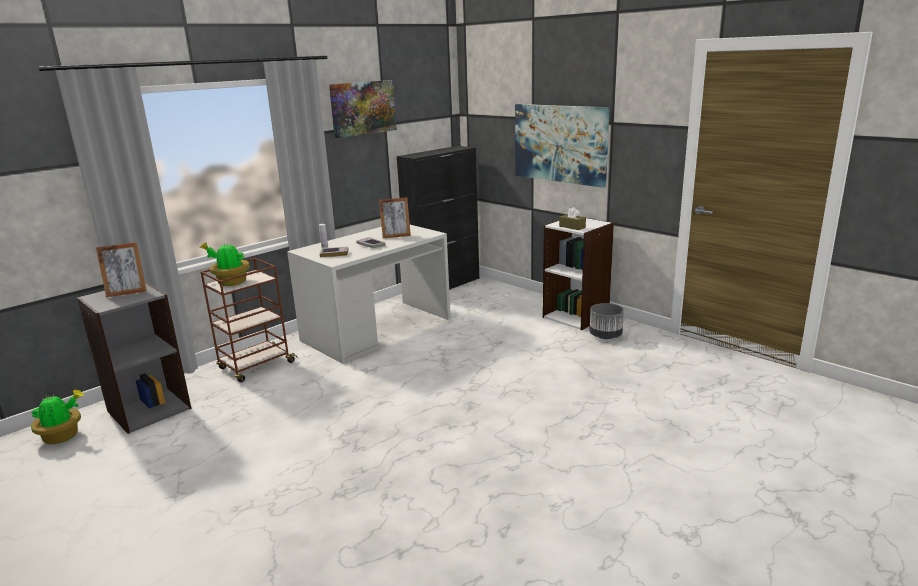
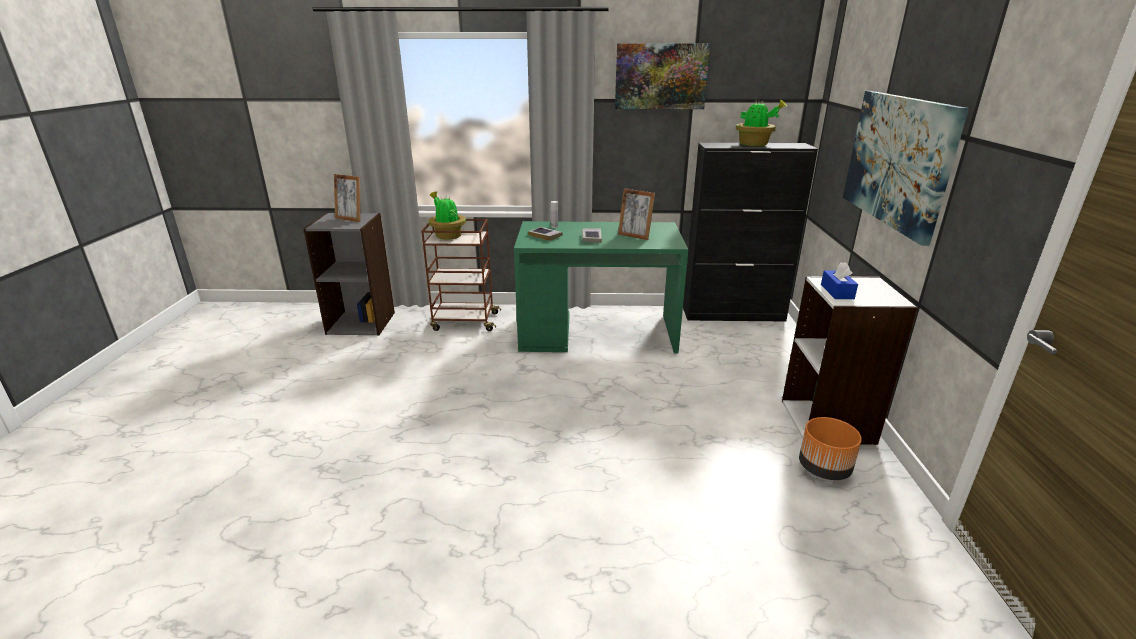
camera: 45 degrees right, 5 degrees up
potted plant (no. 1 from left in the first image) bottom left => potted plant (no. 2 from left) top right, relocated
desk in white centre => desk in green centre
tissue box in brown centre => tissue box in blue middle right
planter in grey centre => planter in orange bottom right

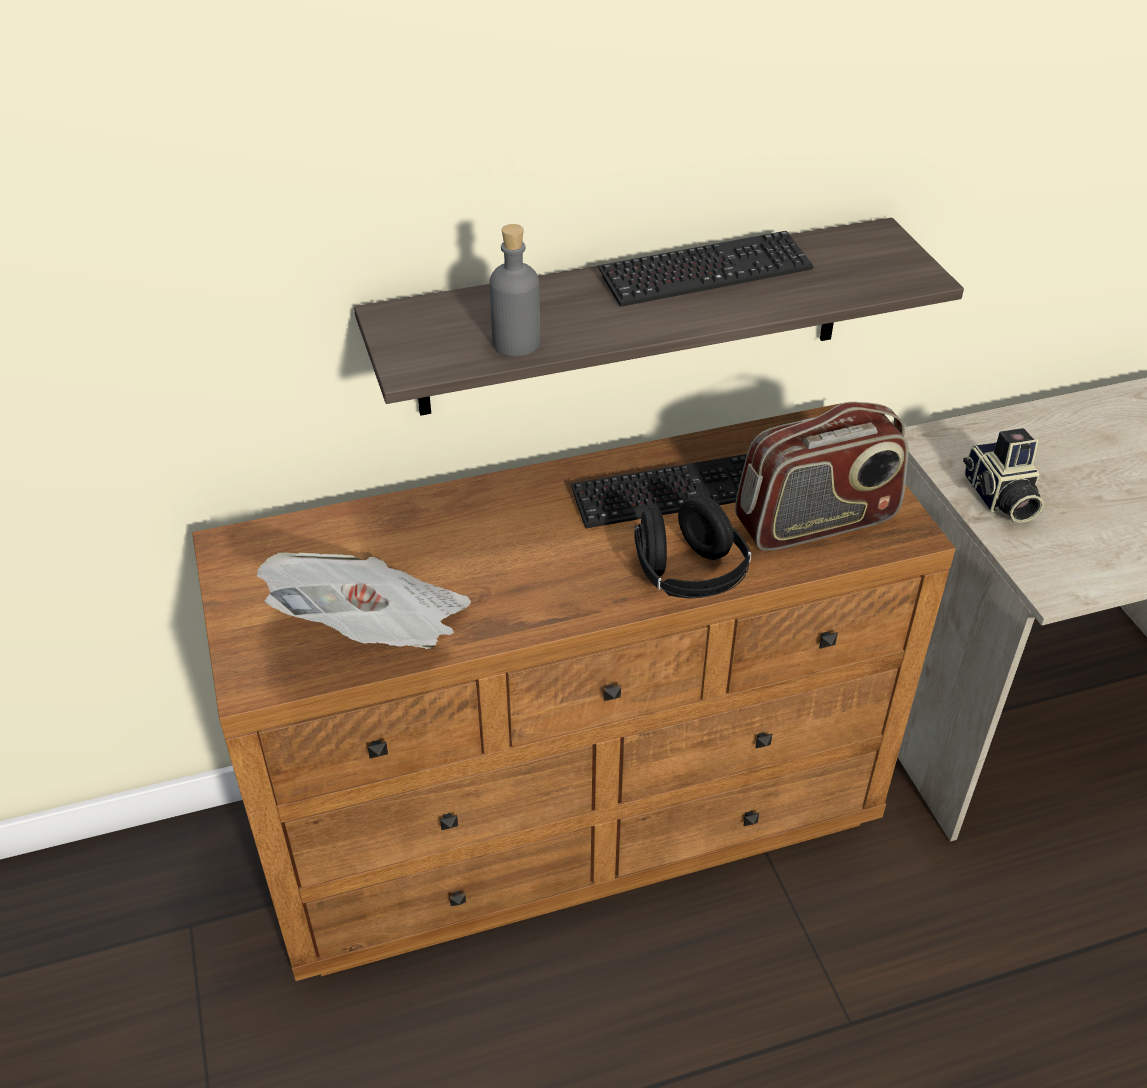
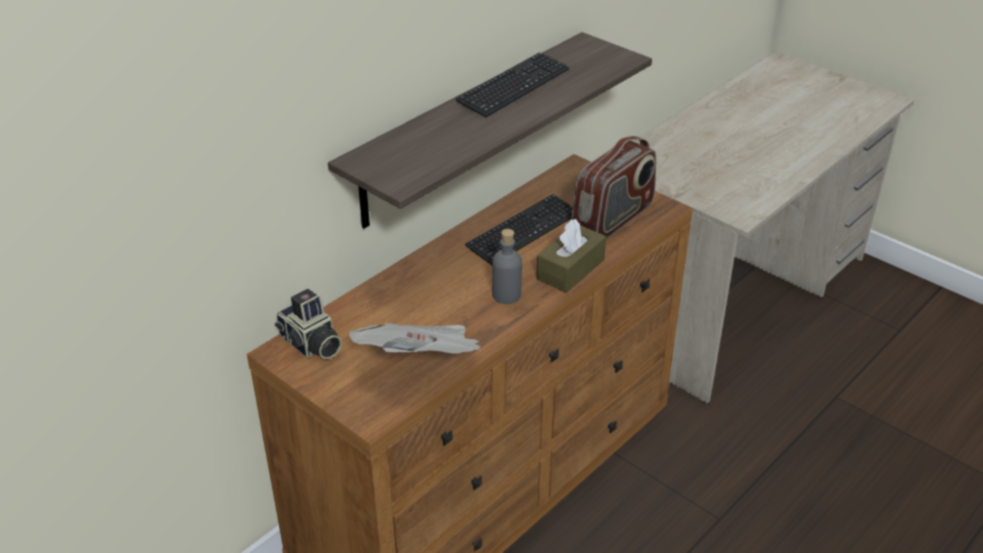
camera: 30 degrees left, 5 degrees down
bottle in grey top centre => bottle in grey centre, relocated
headphones in black centre => tissue box in brown centre
photo camera middle right => photo camera middle left, relocated

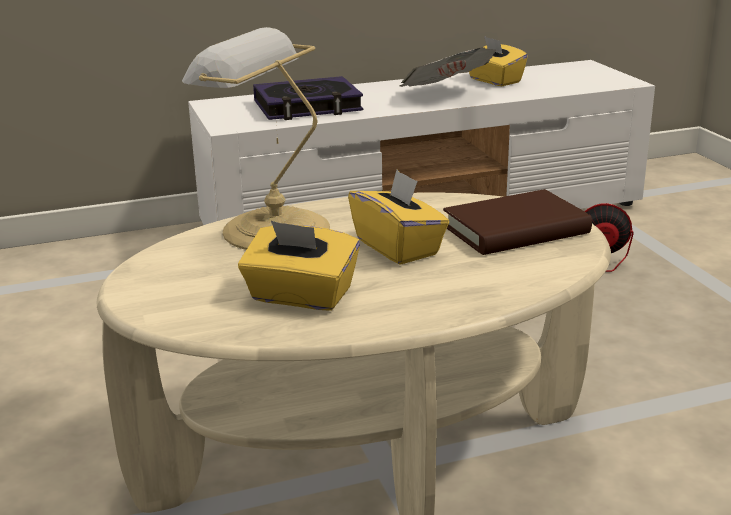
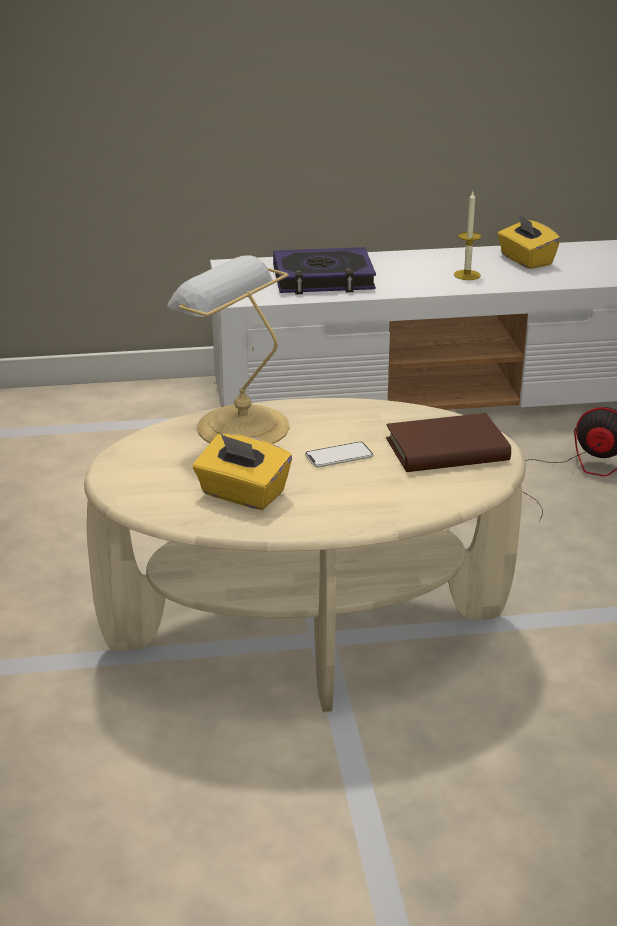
camera: 10 degrees right, 5 degrees up
tissue box in yellow (no. 2 from left) centre => phone centre
newspaper top centre => candle top right

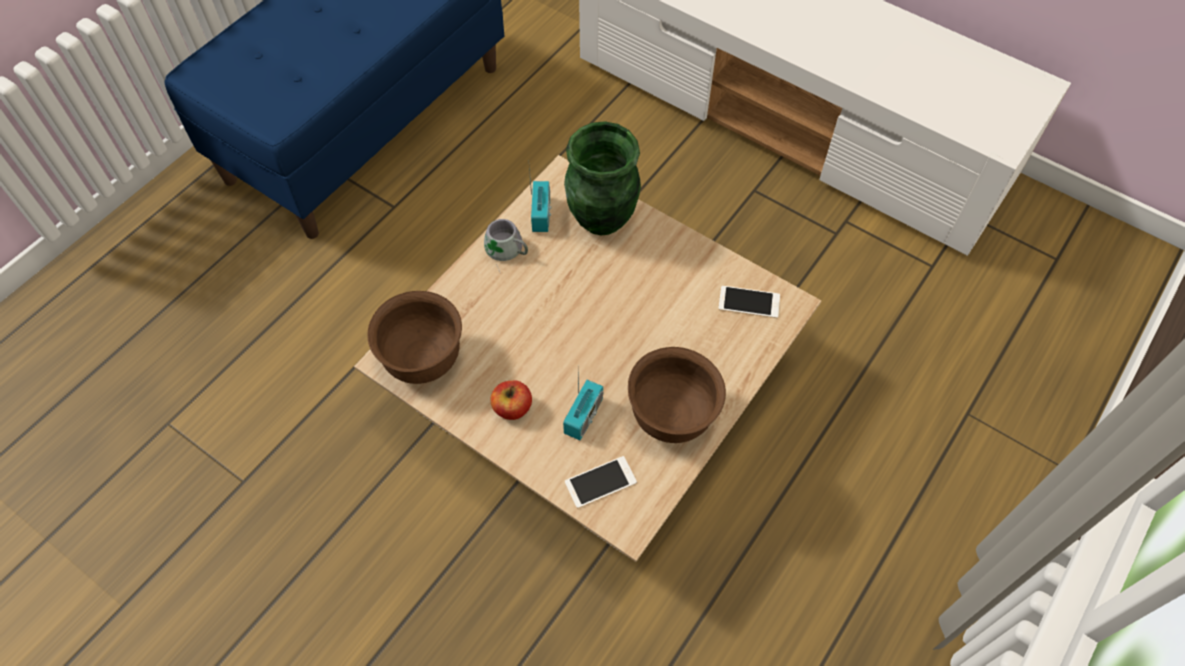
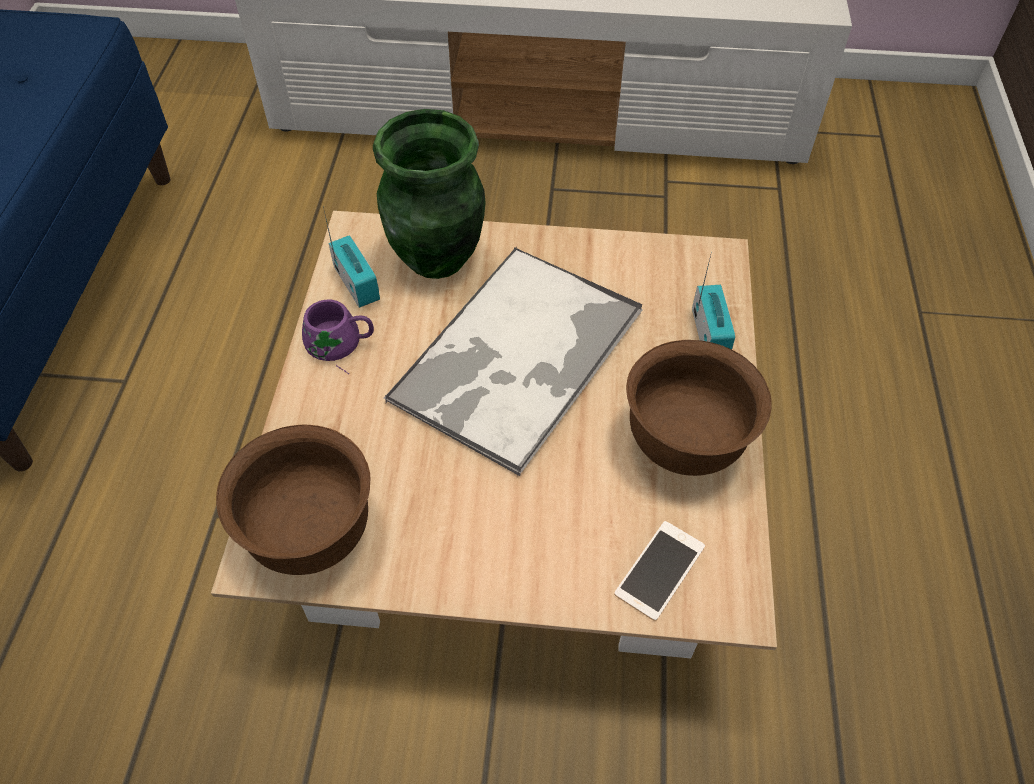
camera: 30 degrees left, 5 degrees down
mug in grey centre => mug in purple middle left
apple centre => nothing
radio (no. 2 from left) centre => radio (no. 2 from left) middle right, relocated
phone (no. 2 from left) centre => nothing
nothing => tray centre

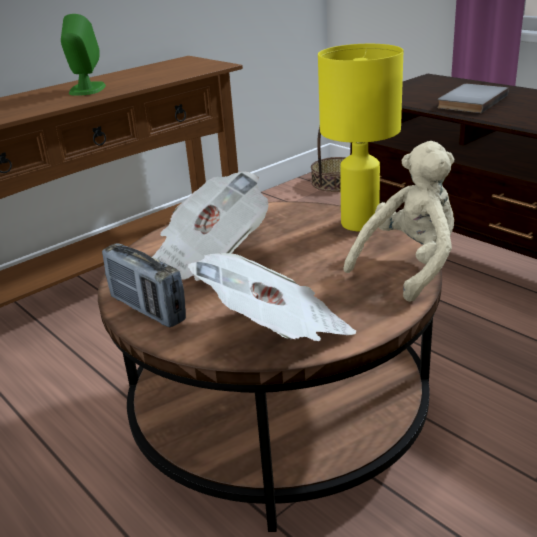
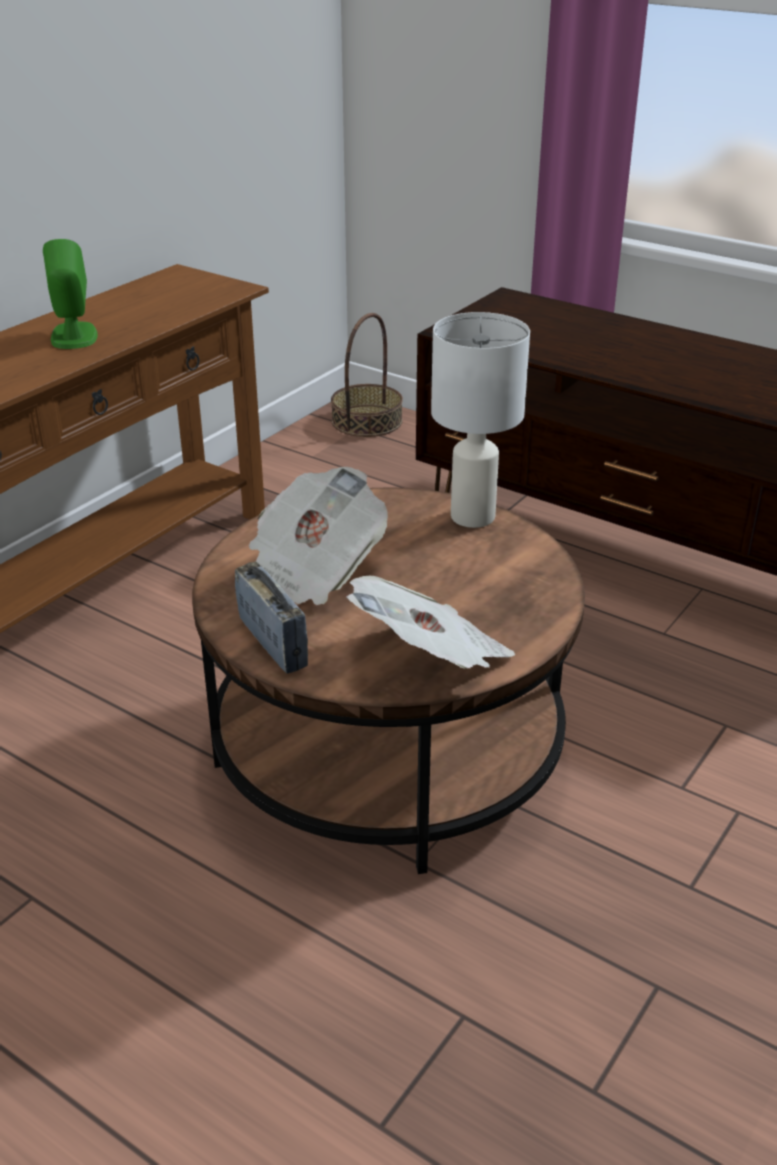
camera: 15 degrees left, 5 degrees up
radio middle left => radio centre, 150 degrees counterclockwise
table lamp in yellow top right => table lamp in white centre
plush toy in beige middle right => nothing
book in grey top right => nothing

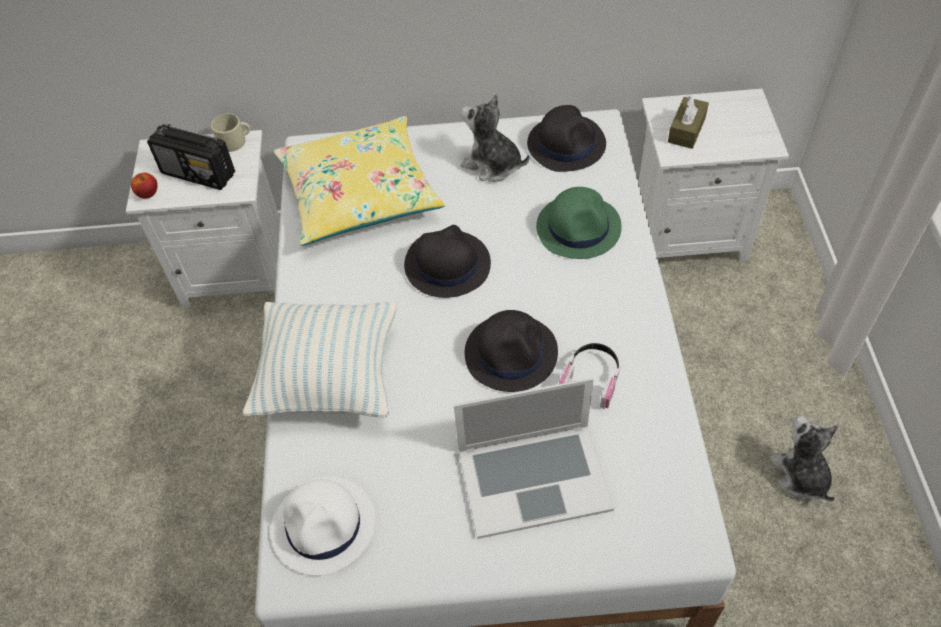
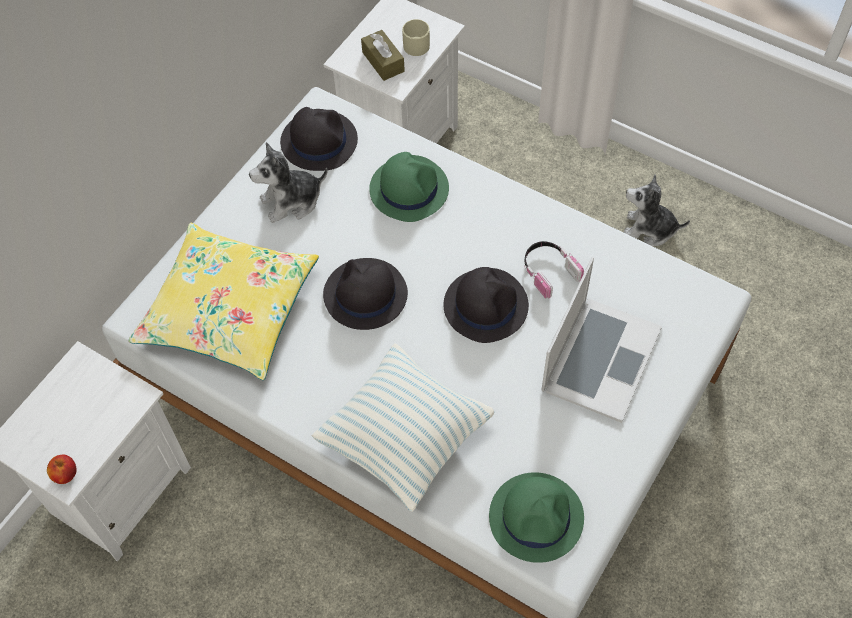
camera: 55 degrees left, 5 degrees up
radio top left => nothing
mug in beige top left => mug in beige top centre, relocated
hat in white bottom centre => hat in green (no. 2 from left) bottom centre

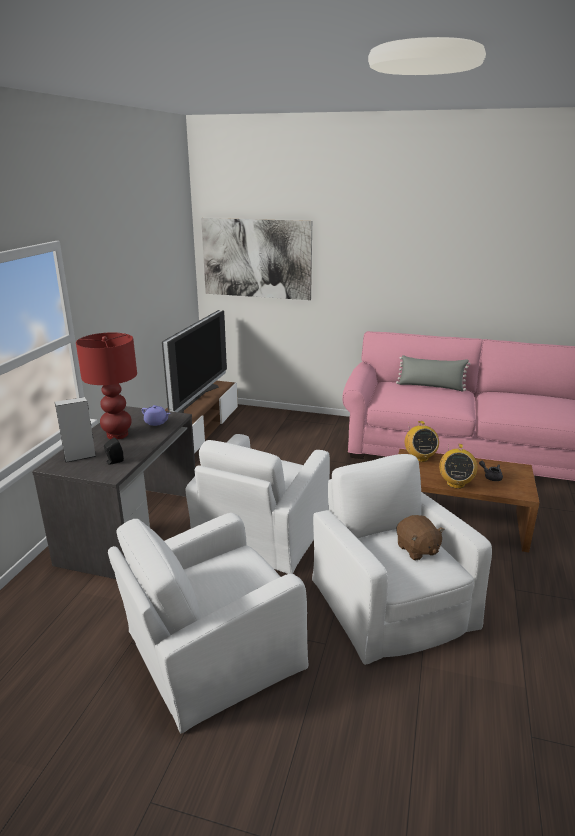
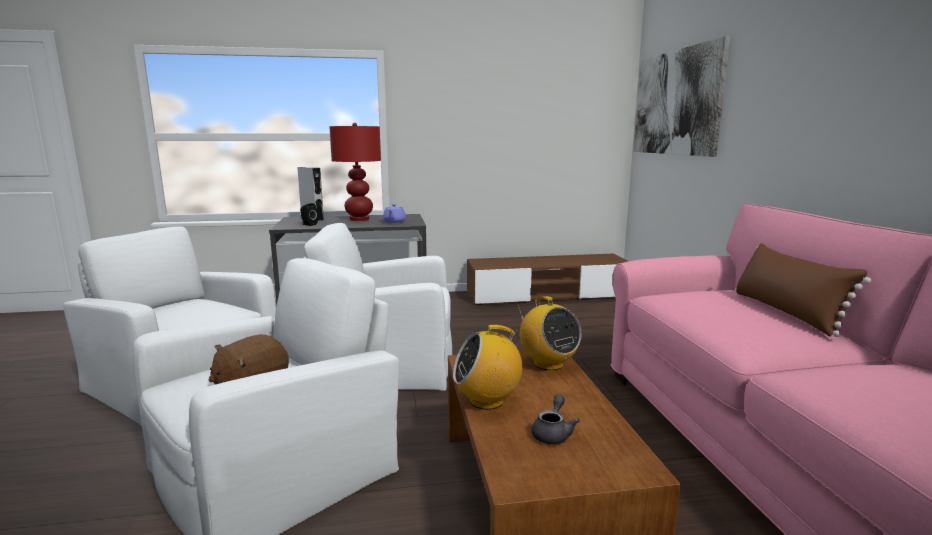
camera: 65 degrees right, 10 degrees down
television centre => nothing
pillow in grey middle right => pillow in brown middle right
radio (no. 1 from left in the first image) middle right => radio (no. 2 from left) centre, 90 degrees counterclockwise

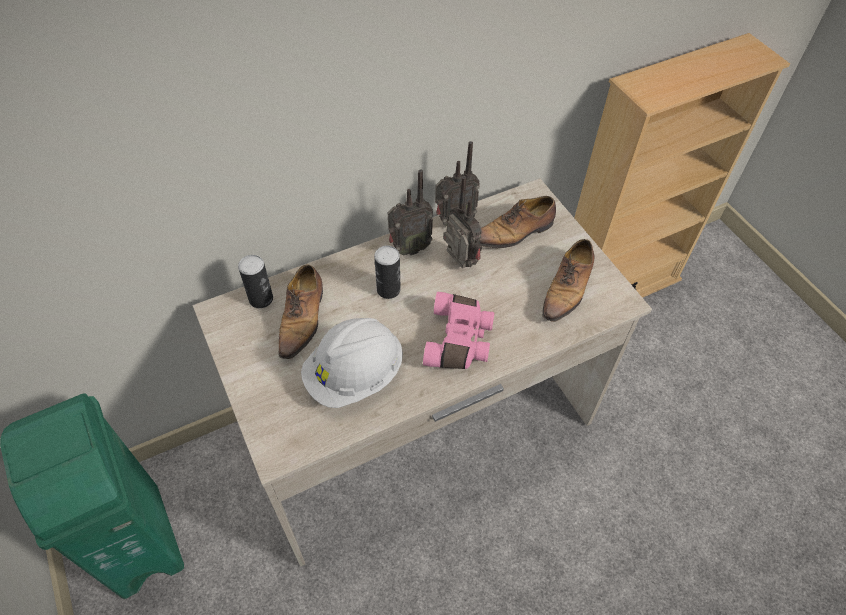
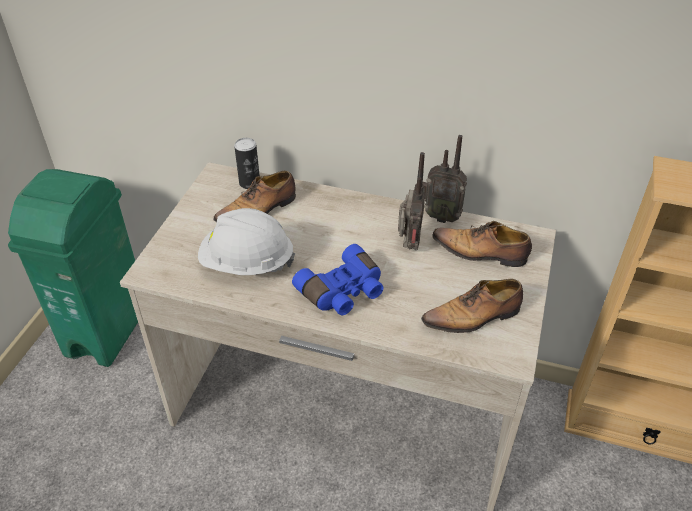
camera: 45 degrees right, 10 degrees down
can (no. 2 from left) centre => nothing
radio (no. 1 from left) centre => nothing
binoculars in pink centre => binoculars in blue centre

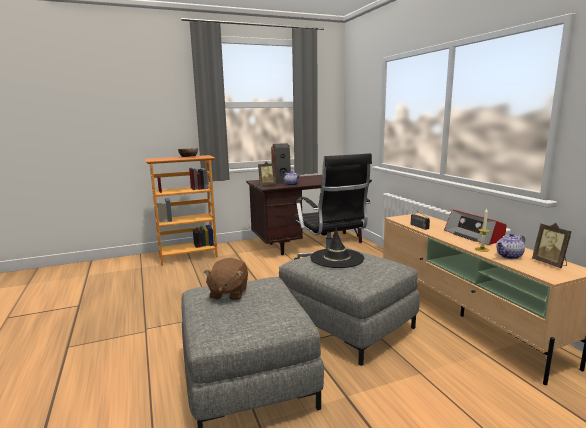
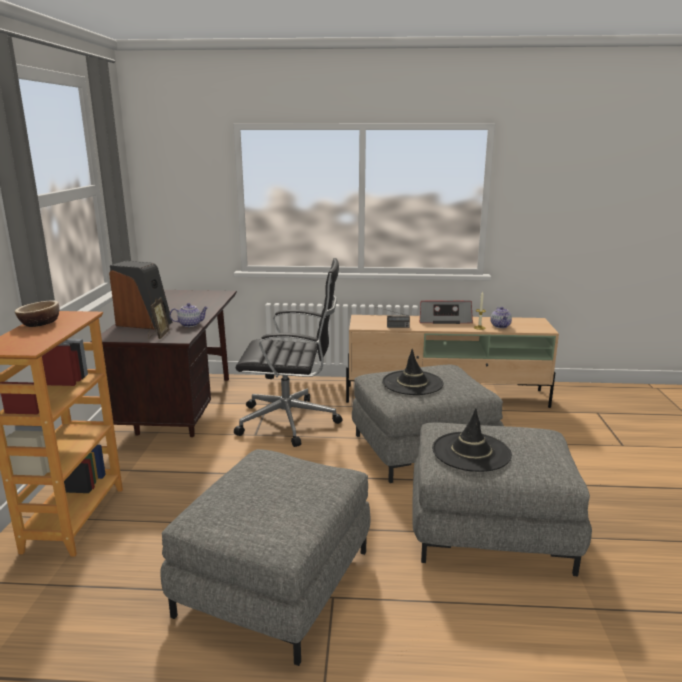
camera: 65 degrees left, 5 degrees up
plush toy in brown centre => hat in black (no. 2 from left) middle right
picture frame (no. 2 from left) middle right => nothing
nothing => ottoman in grey (no. 1 from left) bottom centre

